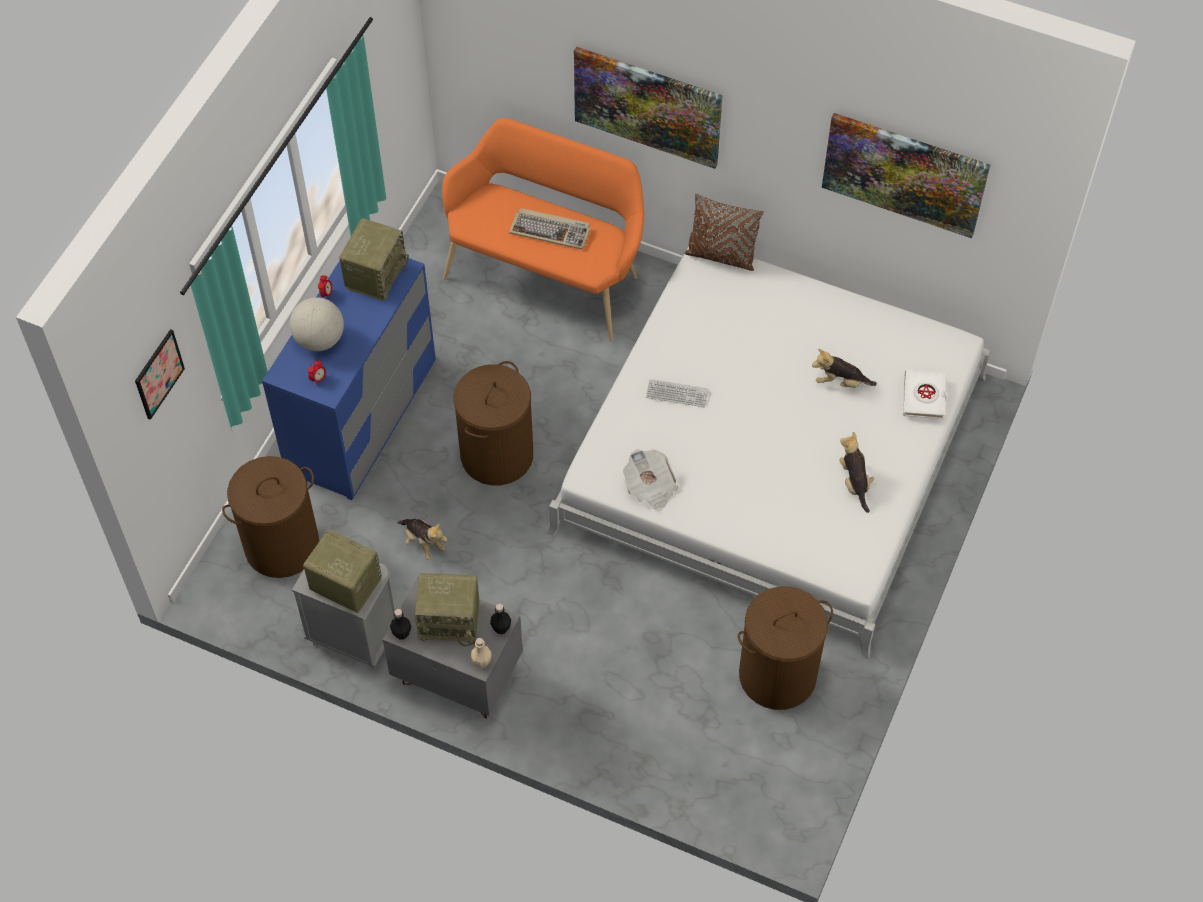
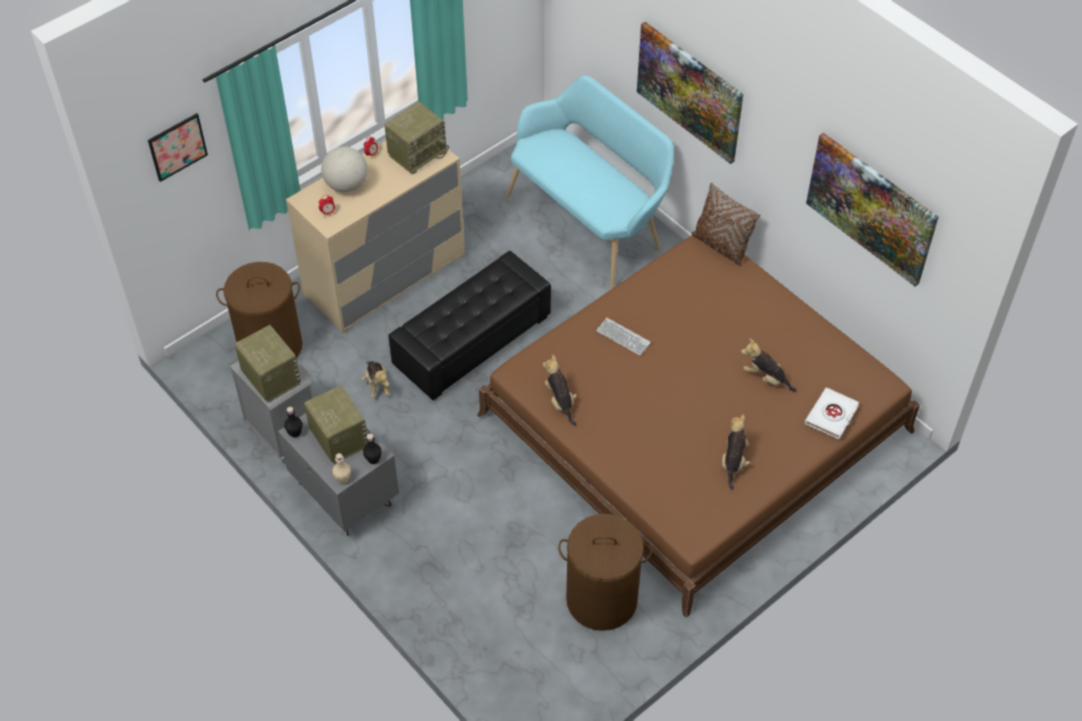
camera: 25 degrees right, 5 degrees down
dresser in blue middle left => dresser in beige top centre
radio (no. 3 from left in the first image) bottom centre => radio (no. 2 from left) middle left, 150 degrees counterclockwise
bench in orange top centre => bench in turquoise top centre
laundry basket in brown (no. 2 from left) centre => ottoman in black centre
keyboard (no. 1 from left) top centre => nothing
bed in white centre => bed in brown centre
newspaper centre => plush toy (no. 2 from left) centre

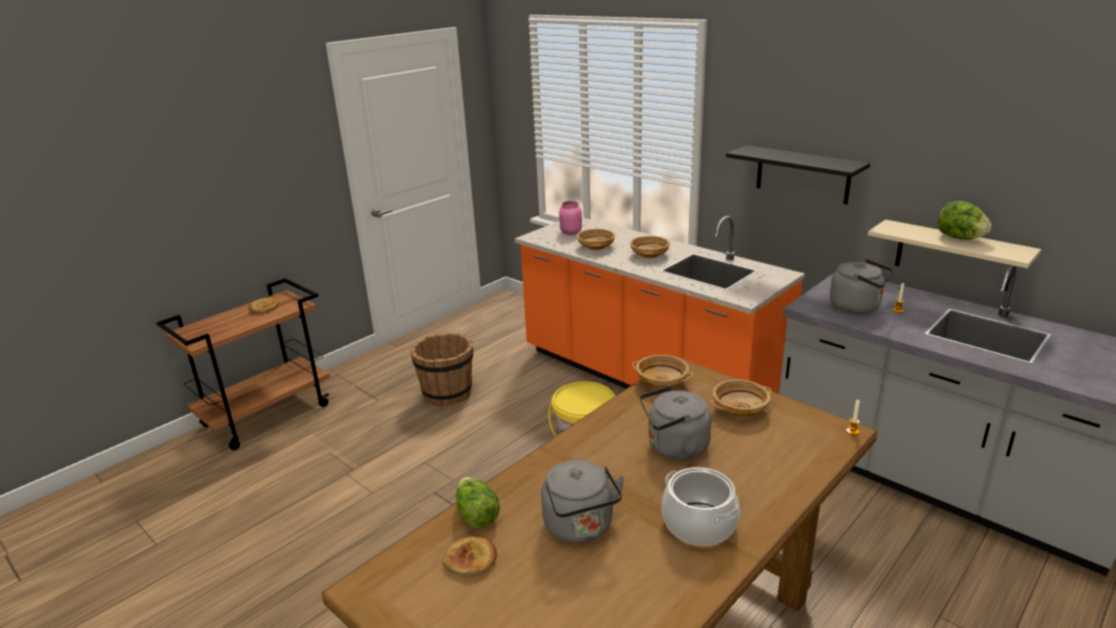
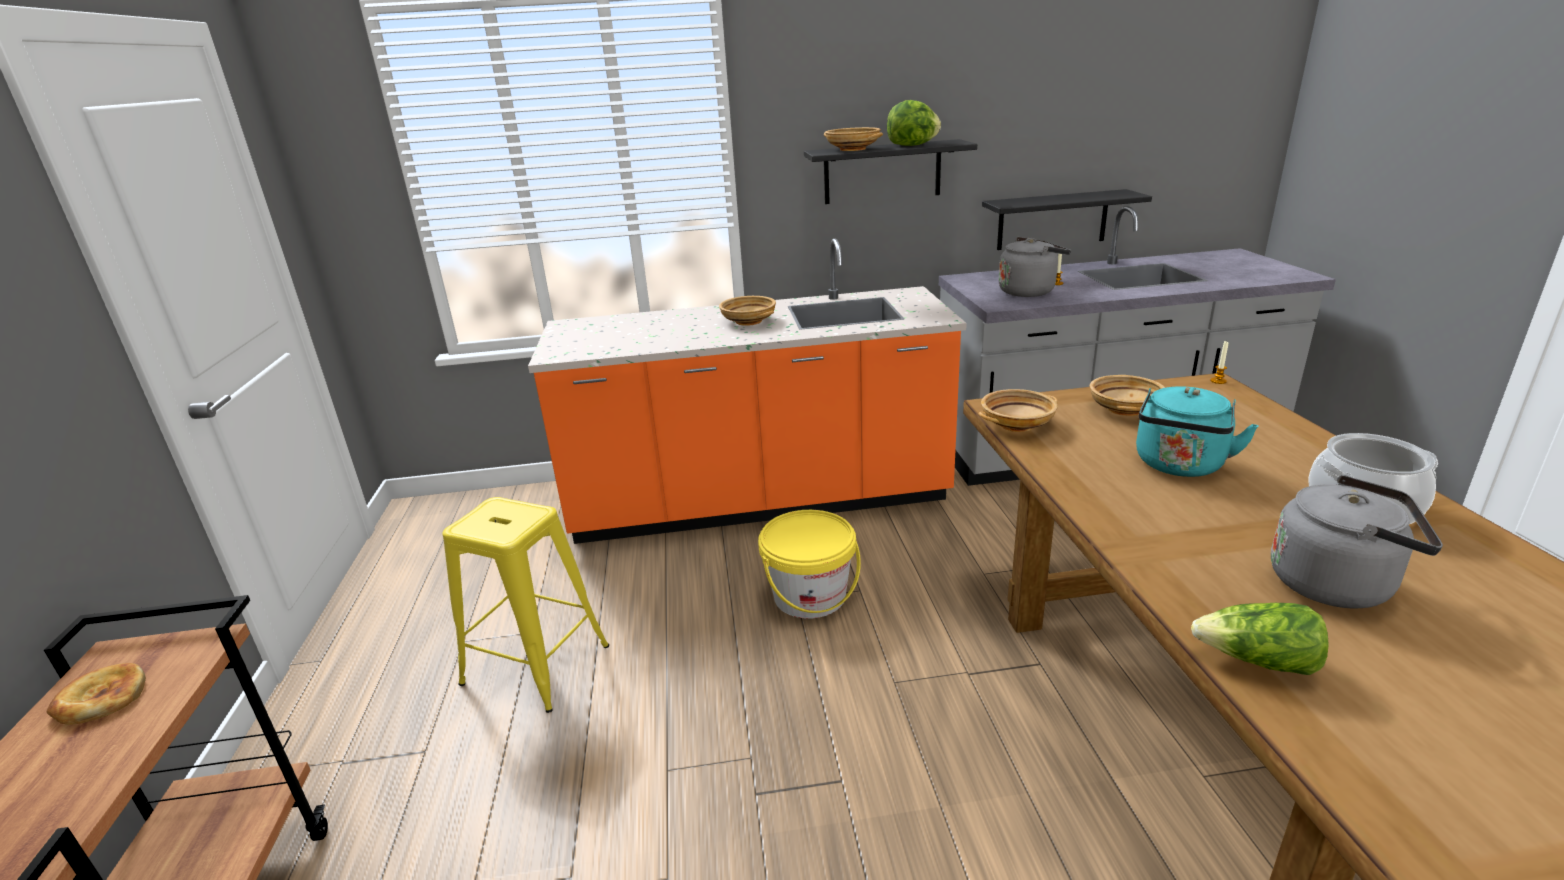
camera: 50 degrees left, 0 degrees up
bucket in brown centre => stool in yellow bottom centre
bread (no. 2 from left) bottom centre => nothing
jar in pink centre => nothing
bowl in beige (no. 1 from left in the first image) centre => bowl in beige (no. 2 from left) top centre, relocated
kettle in grey (no. 2 from left) bottom centre => kettle in turquoise middle right
shelf in beige middle right => shelf in black (no. 2 from left) top right
lettuce (no. 2 from left in the first image) middle right => lettuce (no. 1 from left) top centre, relocated

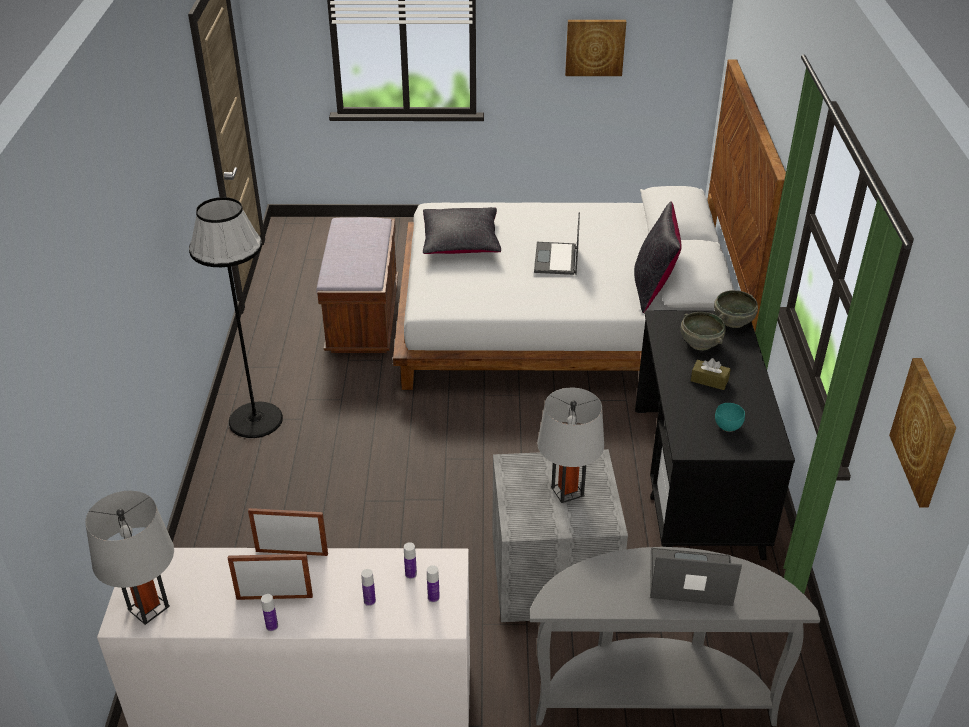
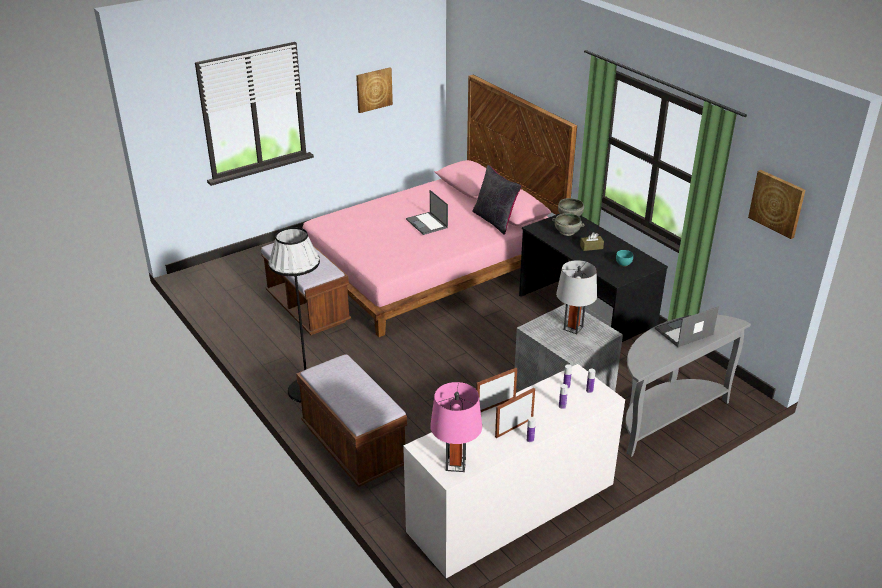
camera: 35 degrees left, 5 degrees down
table lamp in grey (no. 1 from left) bottom left => table lamp in pink bottom centre
bed in white top centre => bed in pink centre
pillow in black (no. 1 from left) top centre => nothing
nothing => bench in brown (no. 2 from left) bottom centre

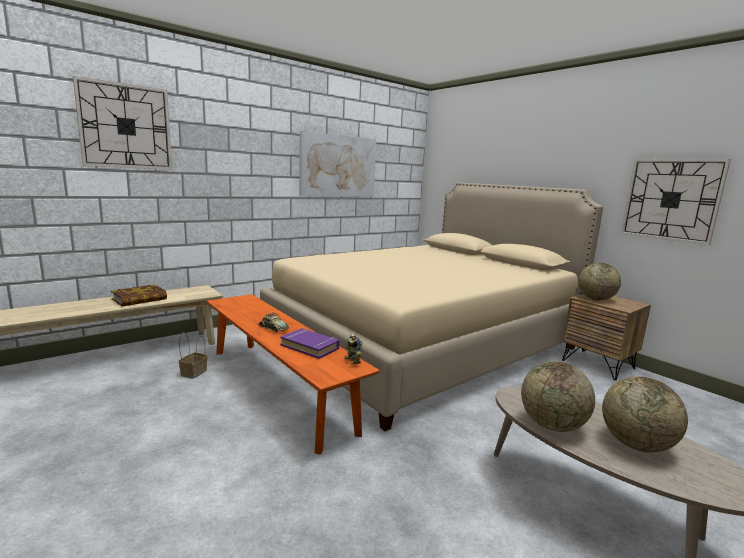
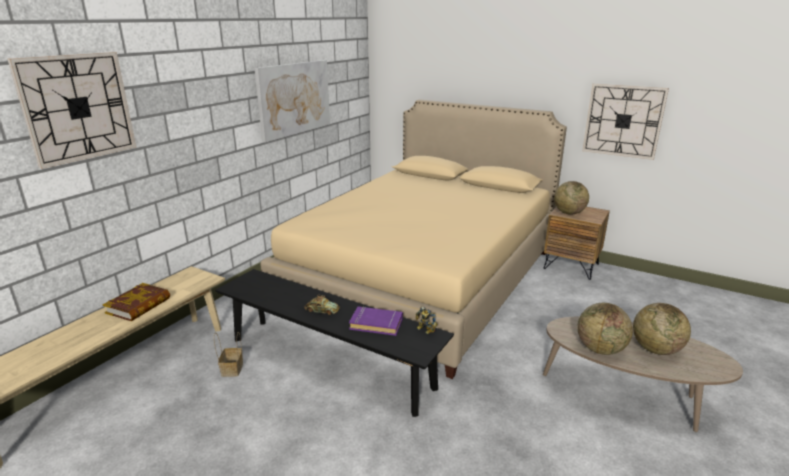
camera: 20 degrees left, 10 degrees up
bench in orange bottom centre => bench in black bottom centre

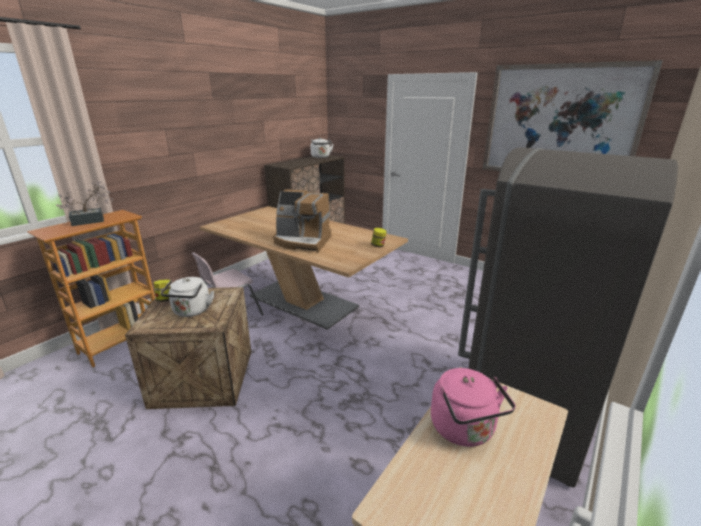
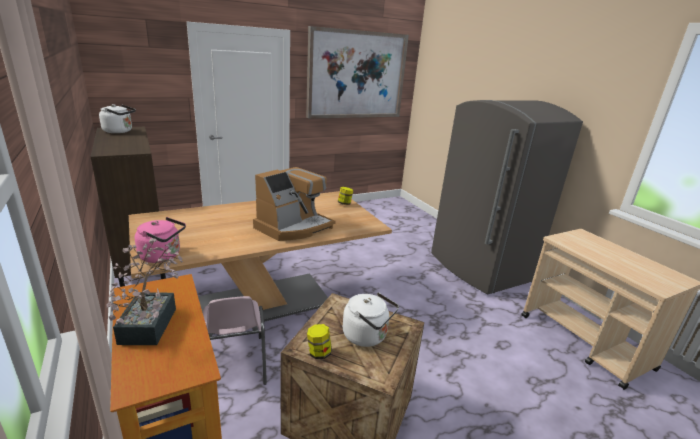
camera: 65 degrees left, 0 degrees up
kettle in pink bottom right => kettle in pink middle left, relocated

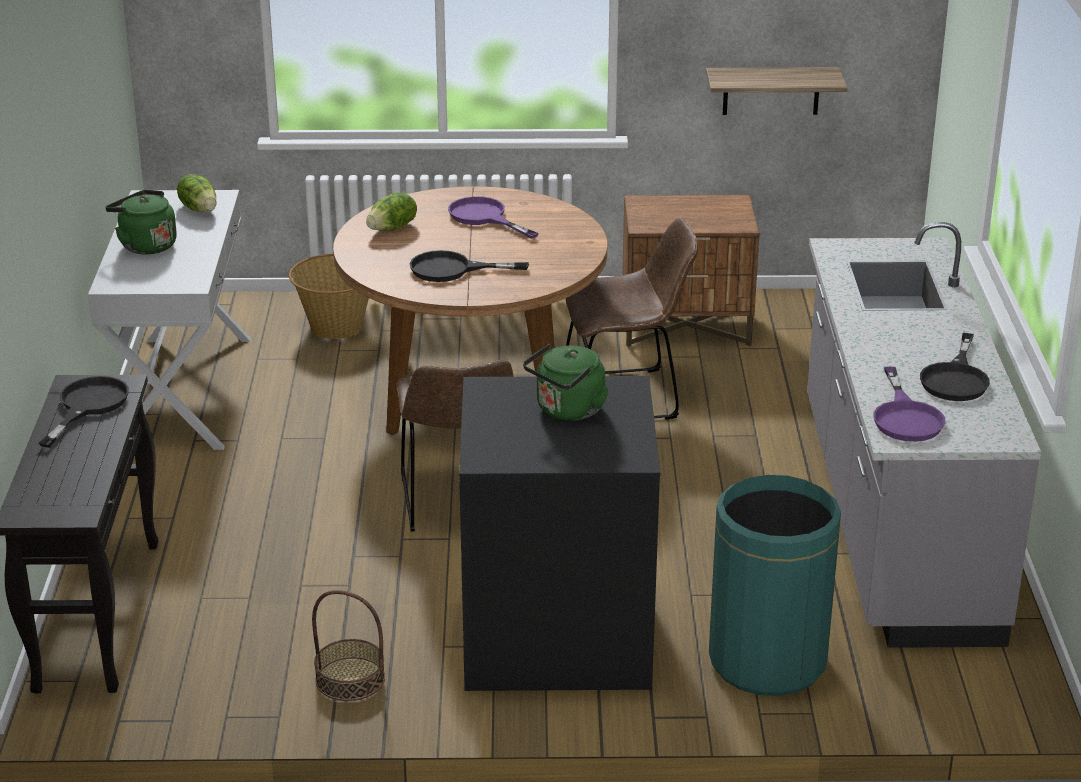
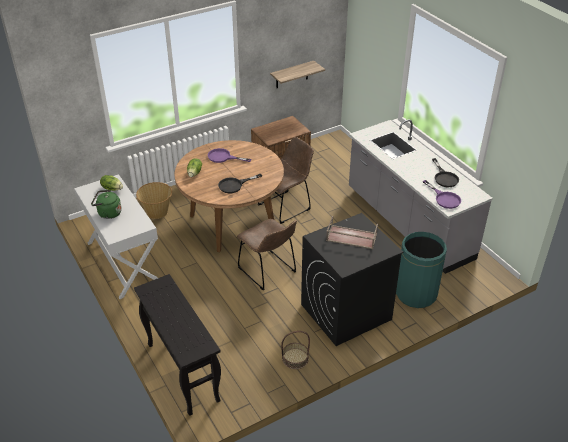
camera: 30 degrees left, 10 degrees up
frying pan in black (no. 1 from left) middle left => nothing
kettle in green (no. 2 from left) centre => tray in brown centre

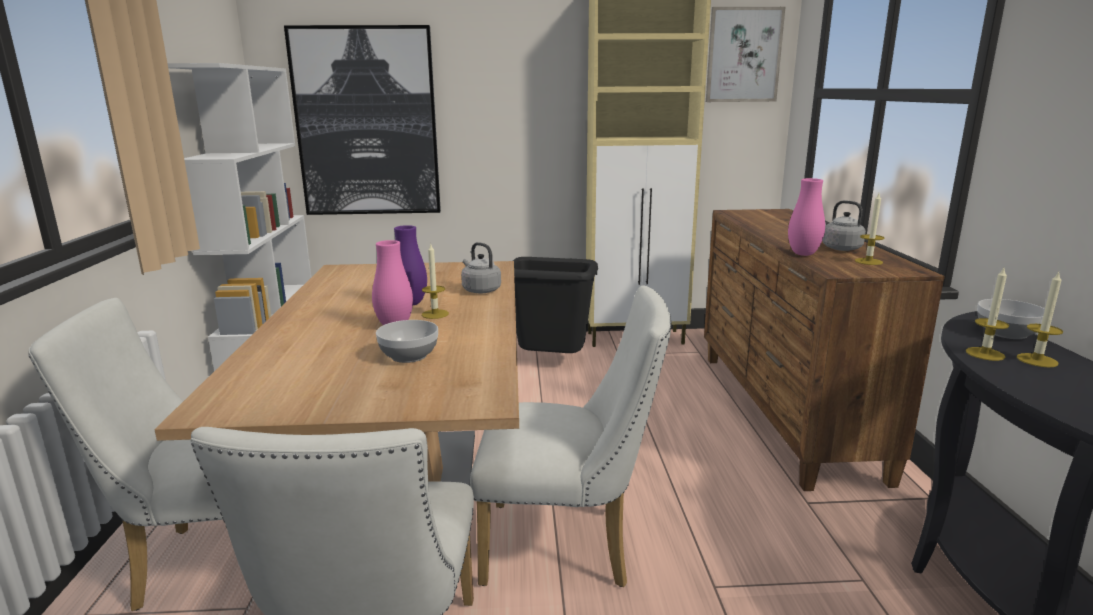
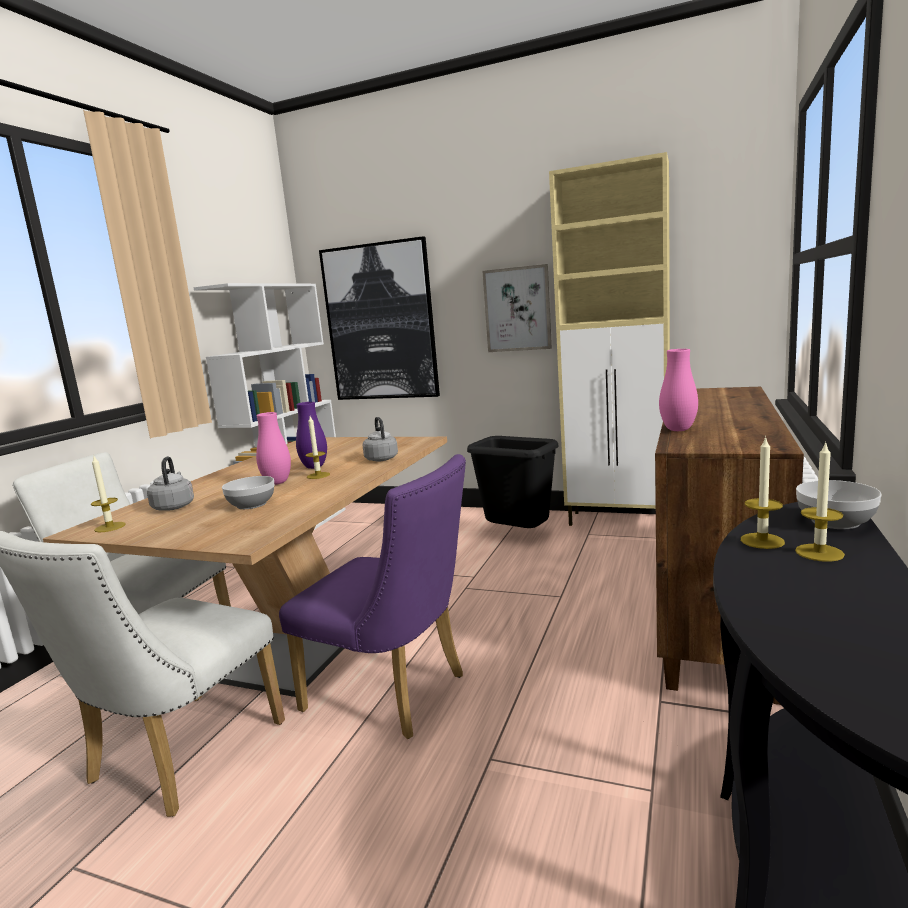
camera: 25 degrees right, 5 degrees down
chair in white (no. 3 from left) bottom centre => chair in purple centre
picture (no. 2 from left) top right => picture (no. 2 from left) centre, relocated
kettle in grey (no. 2 from left in the first image) middle right => kettle in grey (no. 1 from left) middle left, relocated
candle (no. 2 from left in the first image) middle right => candle (no. 1 from left) middle left, relocated

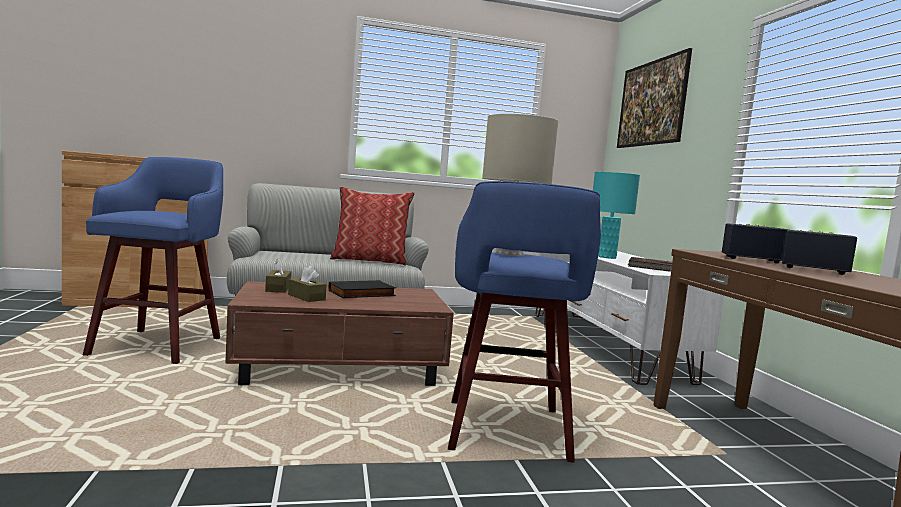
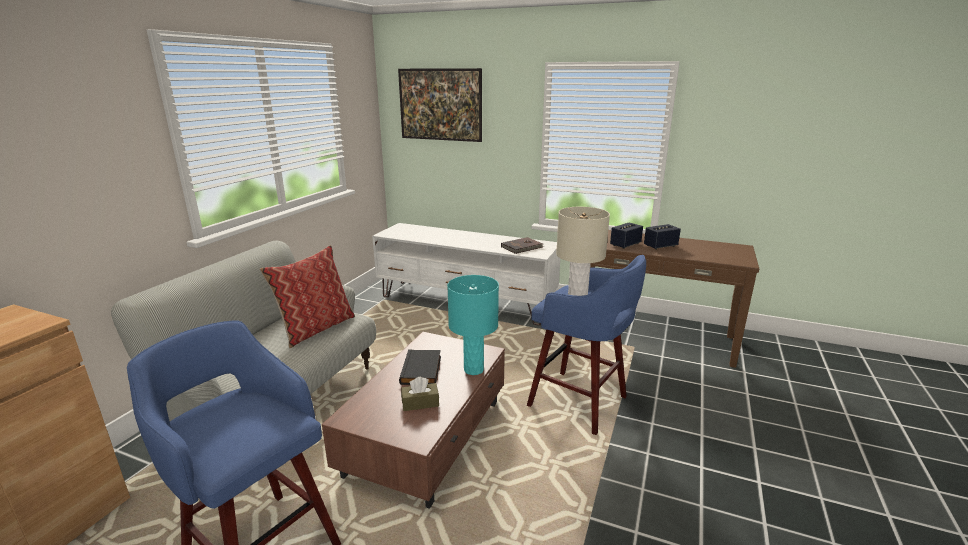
camera: 55 degrees left, 15 degrees up
tissue box in brown (no. 1 from left) middle left => nothing
table lamp in turquoise middle right => table lamp in turquoise centre, relocated

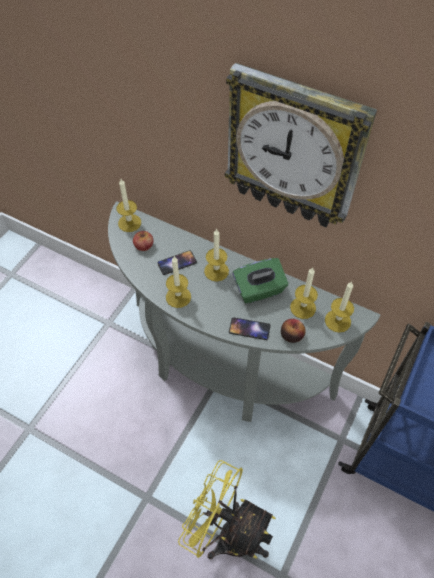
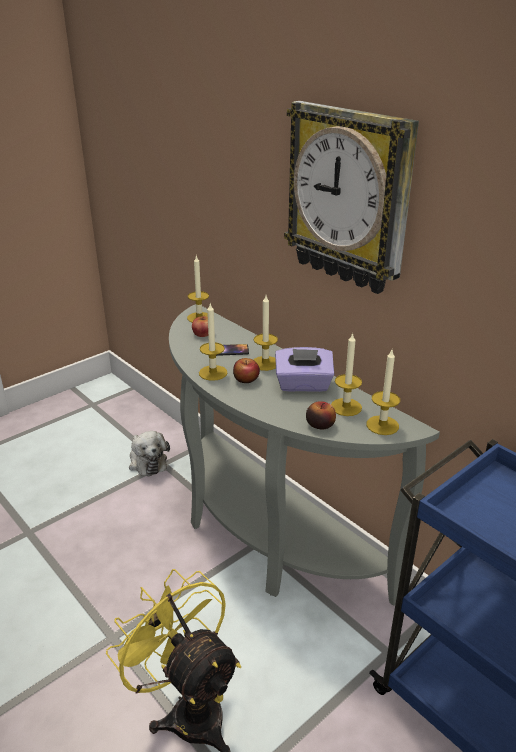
camera: 20 degrees right, 25 degrees down
phone (no. 2 from left) centre => nothing
tissue box in green centre => tissue box in purple centre
nothing => plush toy middle left
nothing => apple (no. 2 from left) centre

